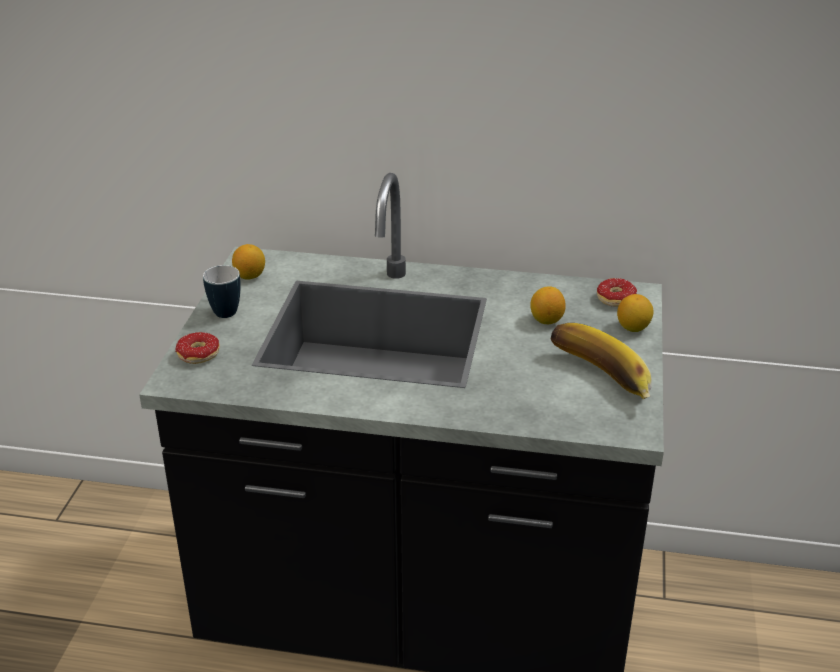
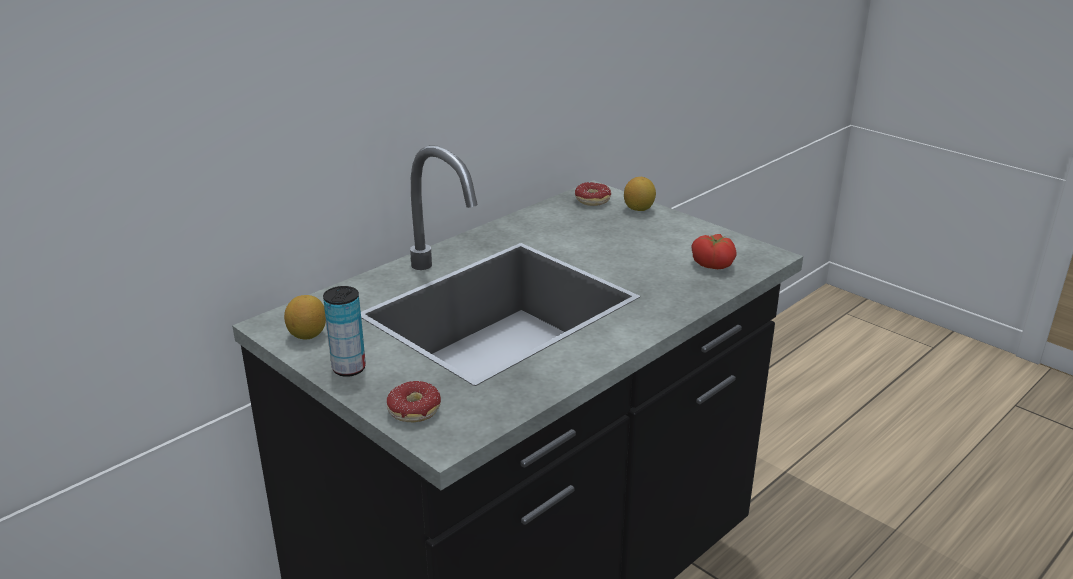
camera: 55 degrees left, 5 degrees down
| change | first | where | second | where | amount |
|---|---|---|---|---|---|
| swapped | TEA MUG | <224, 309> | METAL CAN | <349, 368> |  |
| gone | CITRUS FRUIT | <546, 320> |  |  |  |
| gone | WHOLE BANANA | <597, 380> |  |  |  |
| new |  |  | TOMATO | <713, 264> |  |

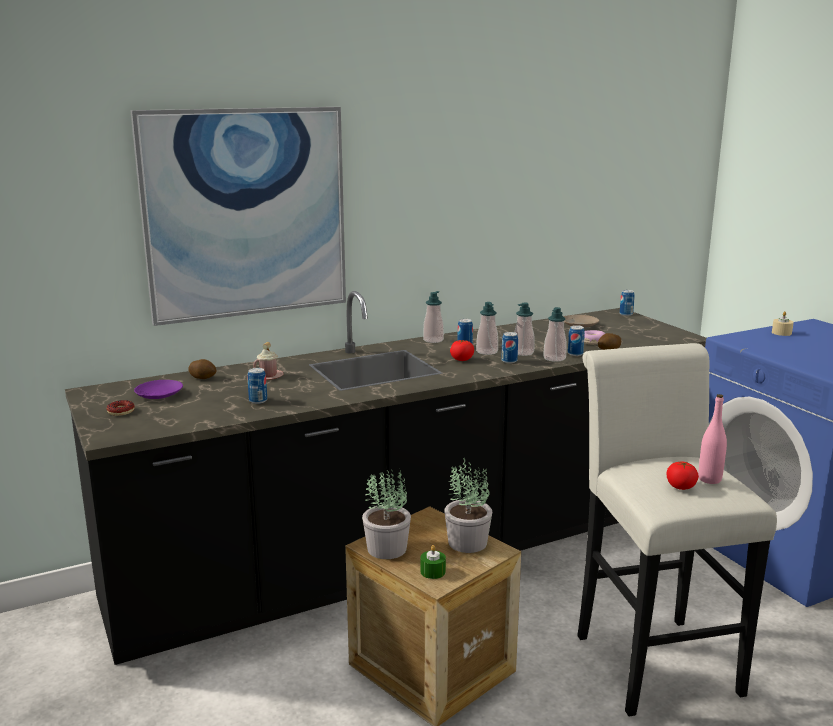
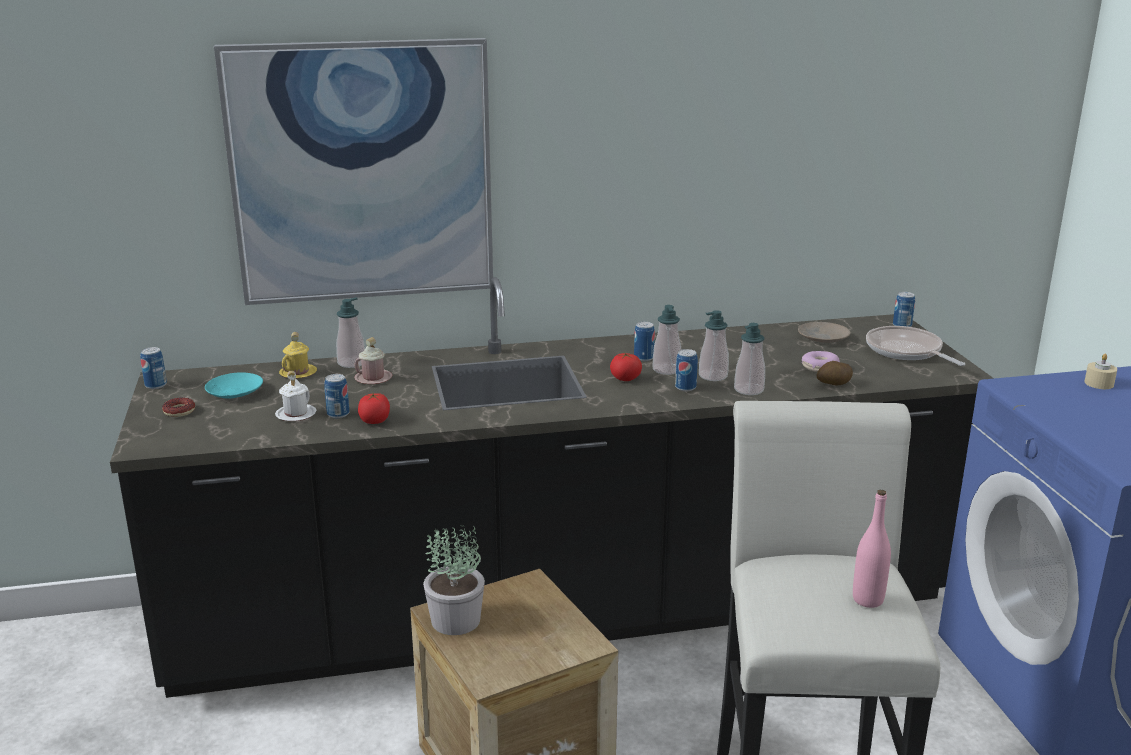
camera: 15 degrees right, 5 degrees up
| change | first | where | second | where | amount |
|---|---|---|---|---|---|
| repainted | PURPLE FLAT DISH | <159, 395> | BLUE-GREEN FLAT DISH | <234, 392> |  |
| swapped | WHOLE POTATO | <203, 378> | YELLOW-COLOURED TEA MUG | <298, 373> |  |
| gone | GREENISH CANDLE | <433, 571> |  |  |  |
| shifted | SOAP BOTTLE | <433, 340> |  | <351, 363> |  |
| gone | PLANT IN A POT | <466, 542> |  |  |  |
| shifted | METAL CAN | <575, 354> |  | <156, 385> |  |
| shifted | TOMATO | <680, 486> |  | <375, 421> |  |
| new |  |  | WHITISH TEA MUG | <296, 414> |  |
| new |  |  | FRYING PAN | <906, 351> |  |

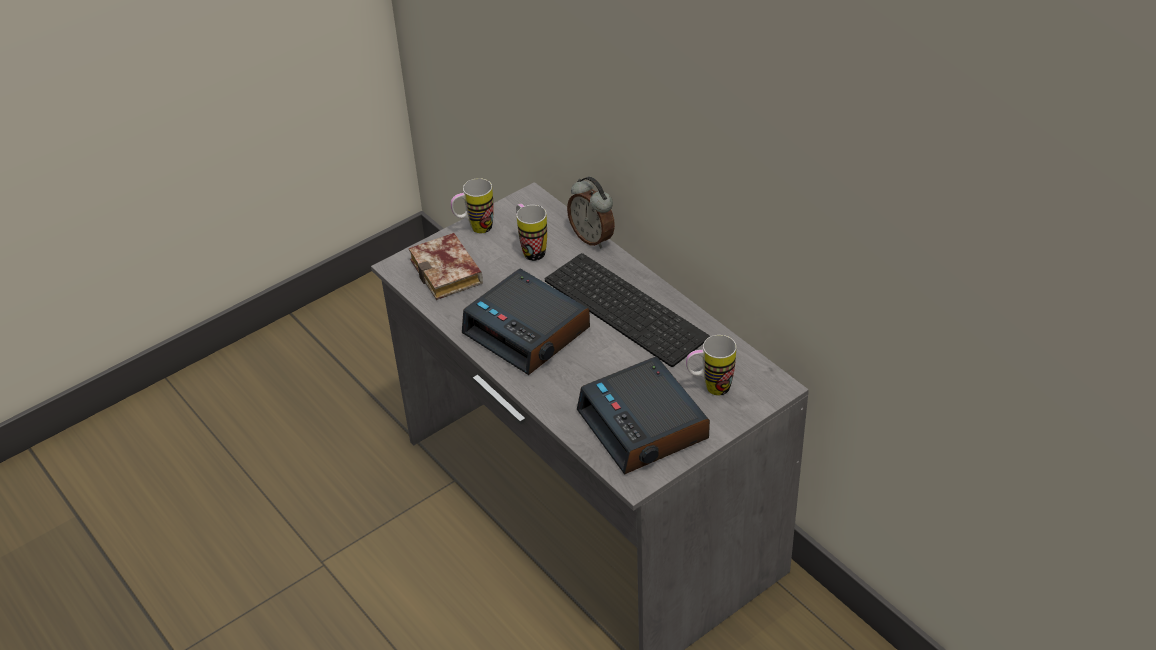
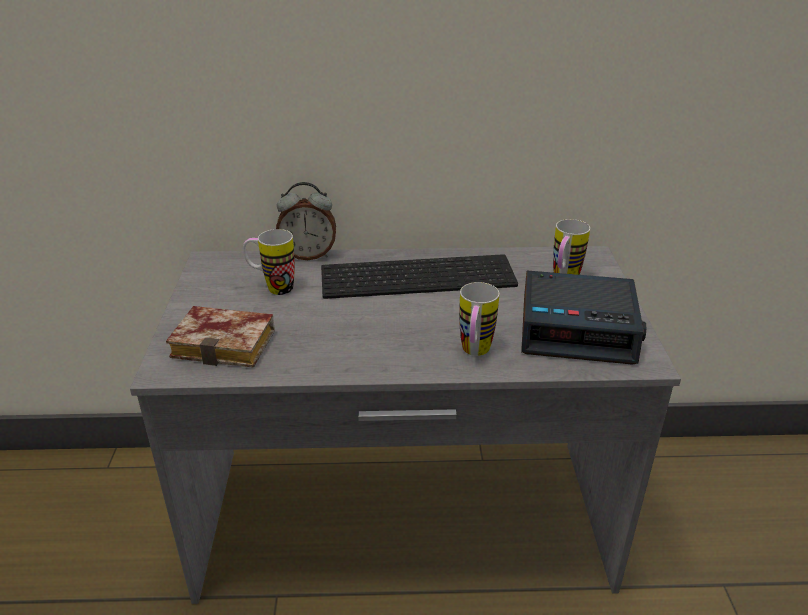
camera: 55 degrees left, 10 degrees down
| change | first | where | second | where | amount |
|---|---|---|---|---|---|
| shifted | TEA MUG | <474, 229> |  | <474, 353> |  |
| gone | ALARM CLOCK | <528, 331> |  |  |  |

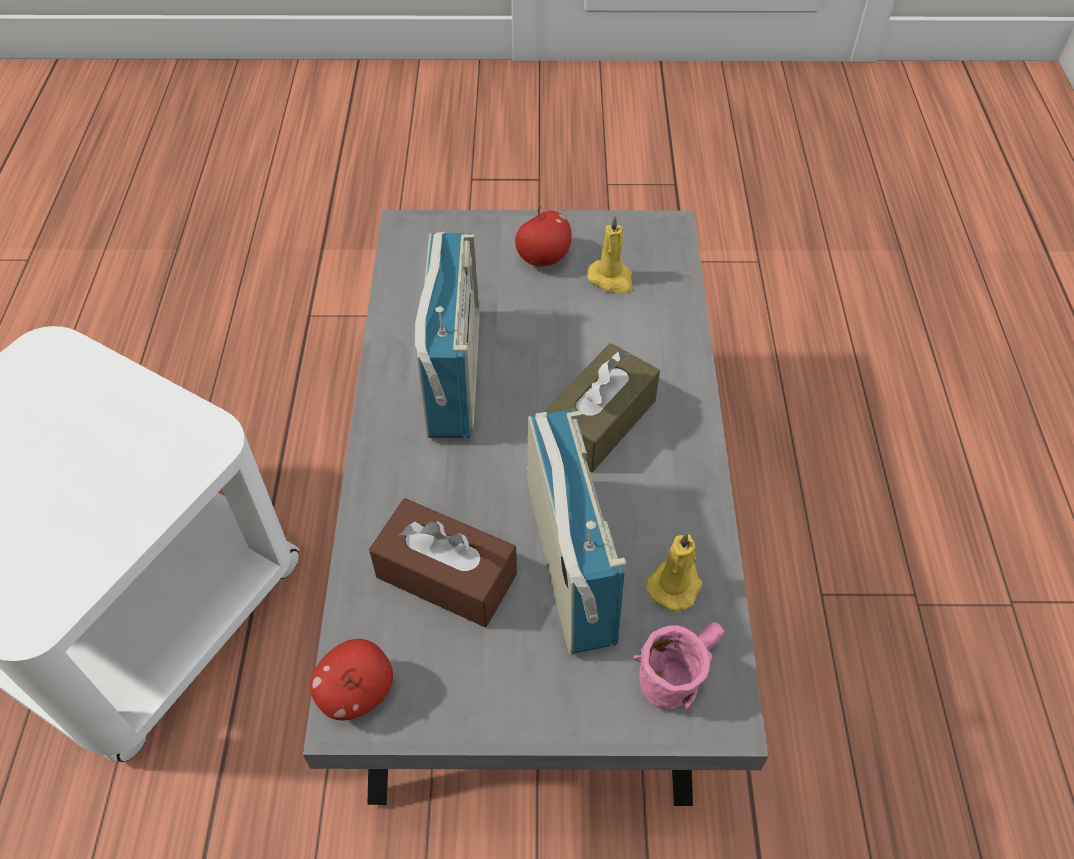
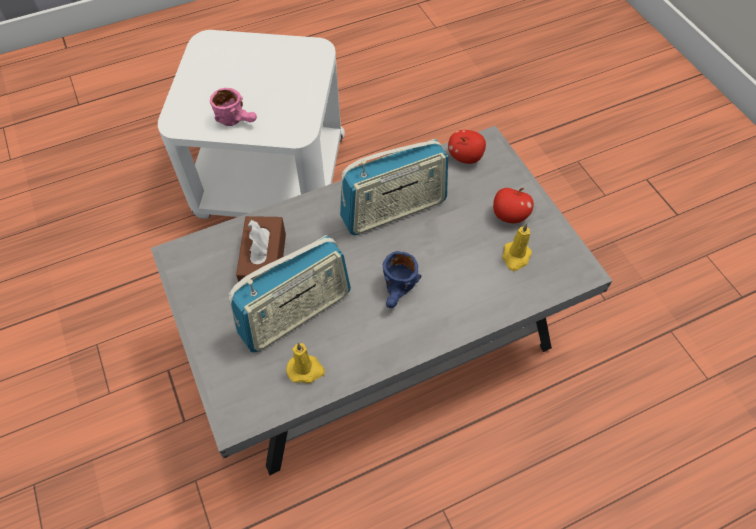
camera: 65 degrees right, 5 degrees up
| change | first | where | second | where | amount |
|---|---|---|---|---|---|
| shifted | APPLE FRUIT | <357, 693> |  | <465, 157> |  |
| swapped | BROWN BOX OF TISSUES | <600, 421> | BLUE-COLOURED TEA MUG | <399, 292> |  |
| shifted | PINK TEA MUG | <678, 670> |  | <238, 120> |  |

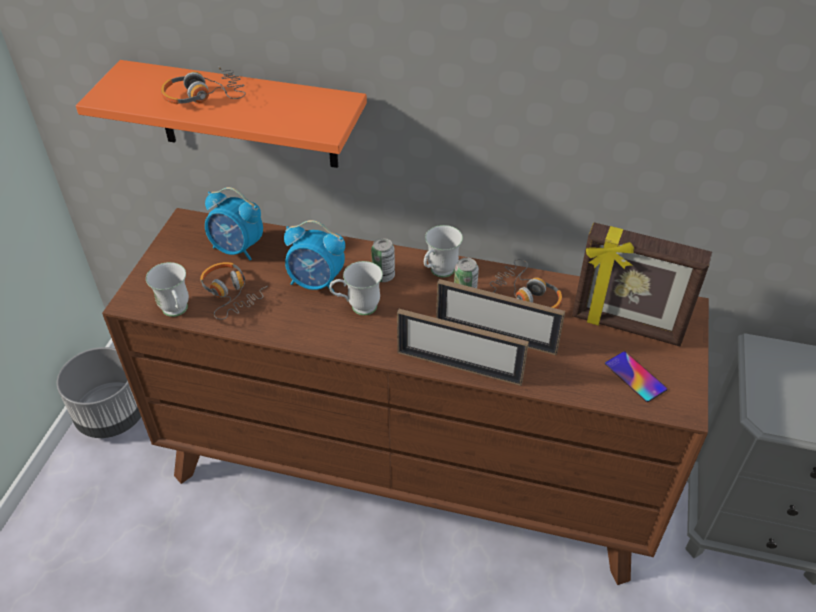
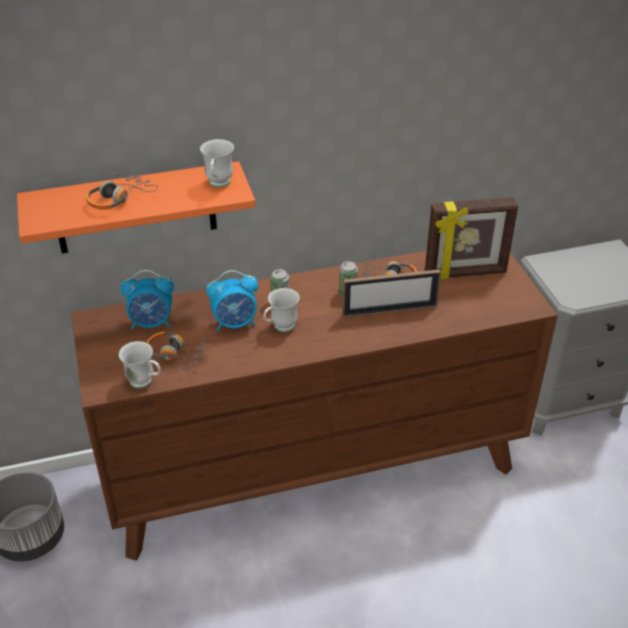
camera: 30 degrees left, 5 degrees down
| change | first | where | second | where | amount |
|---|---|---|---|---|---|
| gone | PHOTO FRAME | <459, 367> |  |  |  |
| shifted | WHITISH TEA MUG | <438, 273> |  | <218, 185> |  |
| gone | PHONE | <635, 377> |  |  |  |

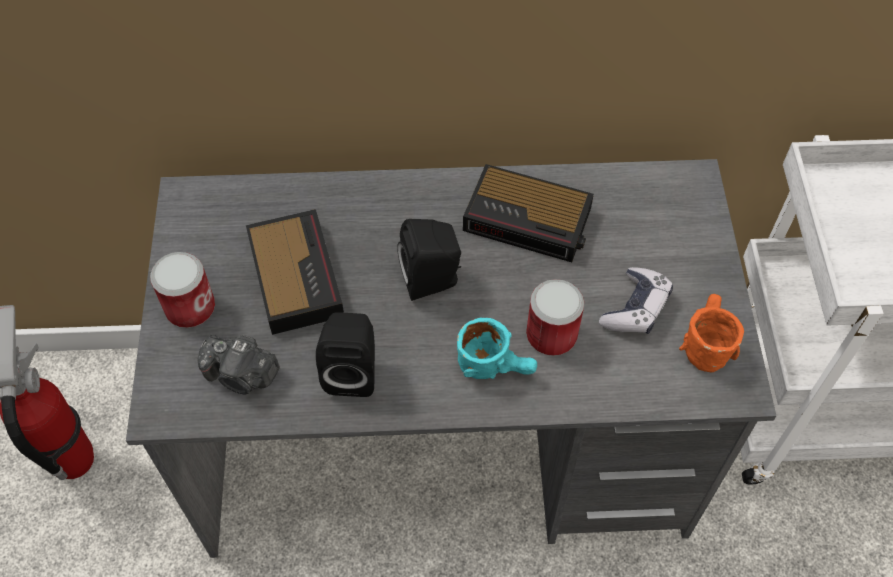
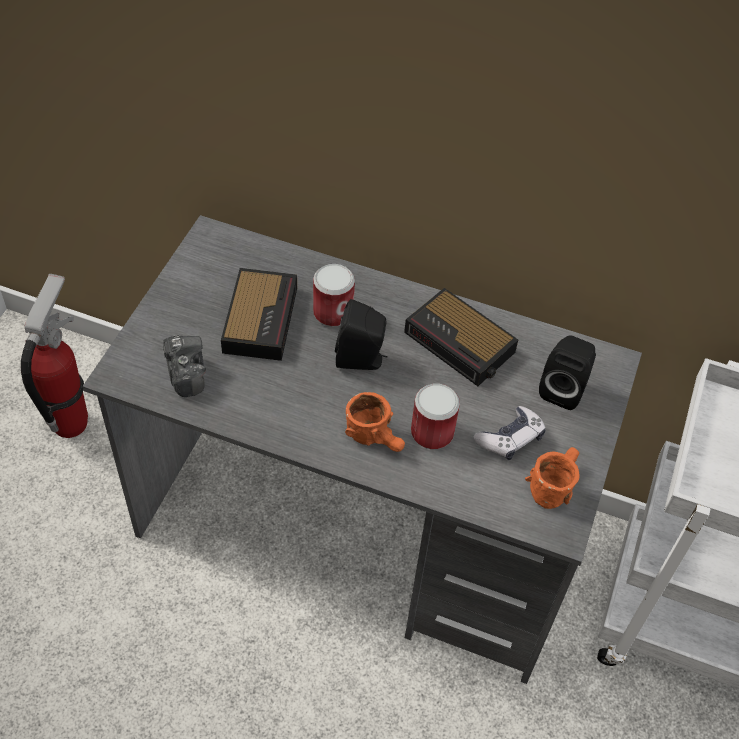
camera: 20 degrees right, 5 degrees down
| change | first | where | second | where | amount |
|---|---|---|---|---|---|
| shifted | METAL CAN | <190, 308> |  | <333, 312> |  |
| rotated | STILL CAMERA | <242, 375> |  | <185, 373> | 150 degrees counterclockwise |
| shifted | BLACK AUDIO SPEAKER | <352, 371> |  | <563, 389> |  |
| repainted | BLUE-GREEN TEA MUG | <496, 365> | ORANGE TEA MUG | <377, 438> |  |

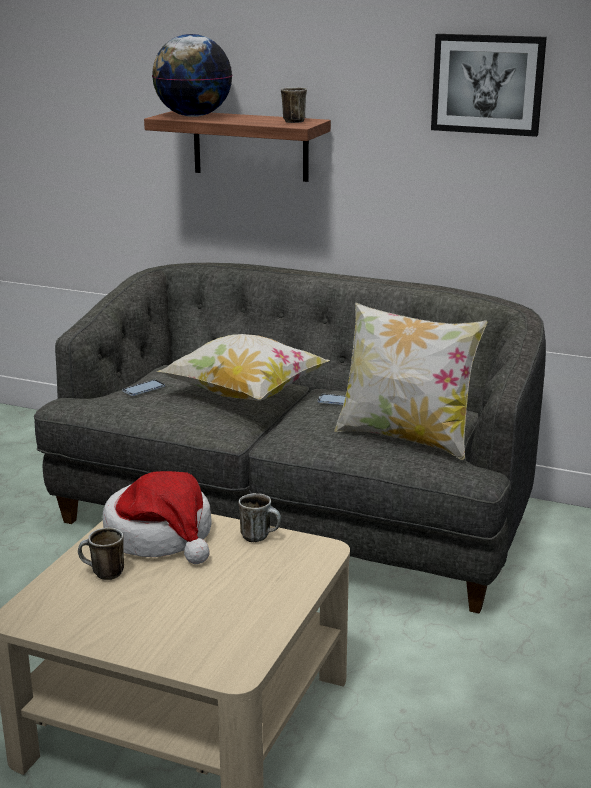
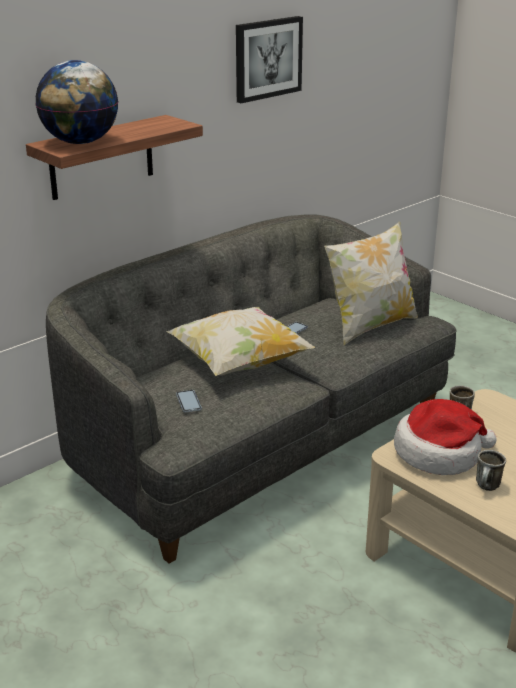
camera: 65 degrees left, 5 degrees up
| change | first | where | second | where | amount |
|---|---|---|---|---|---|
| gone | TEA MUG | <292, 121> |  |  |  |

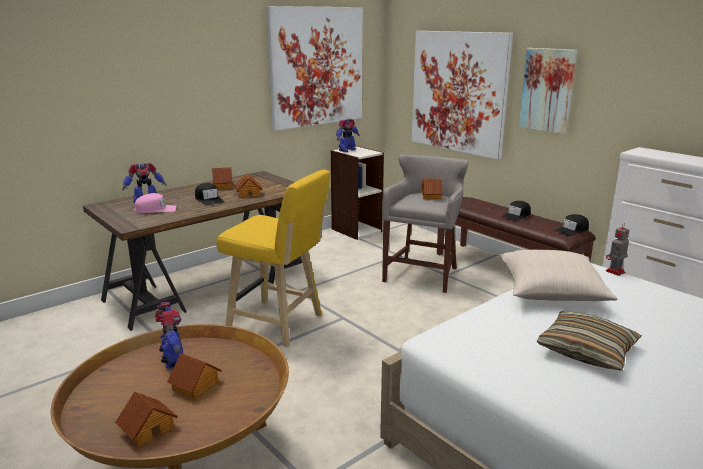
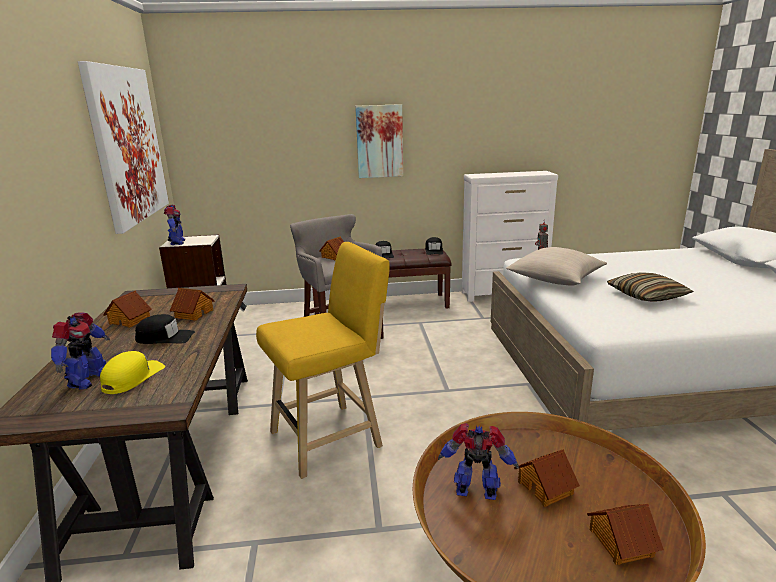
camera: 55 degrees left, 0 degrees up
| change | first | where | second | where | amount |
|---|---|---|---|---|---|
| repainted | PINK CAP | <155, 210> | YELLOW-COLOURED CAP | <133, 377> |  |
| gone | WALL ART | <458, 92> |  |  |  |

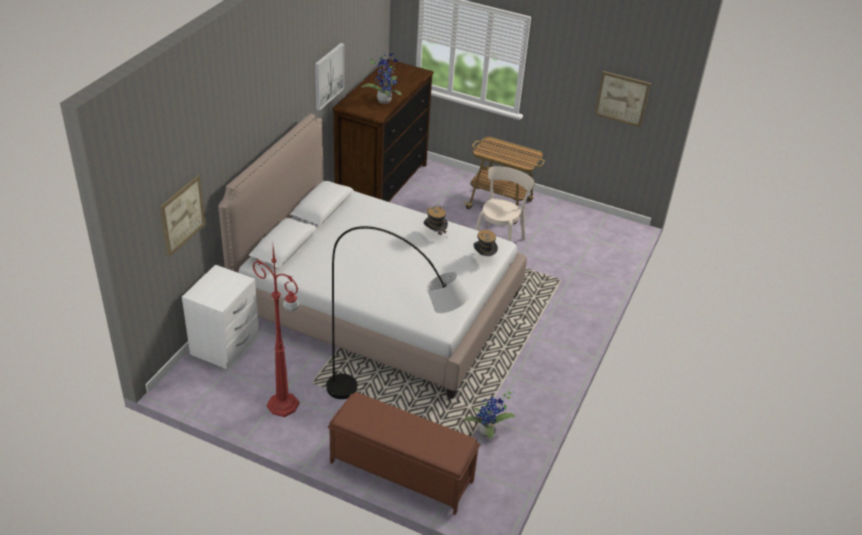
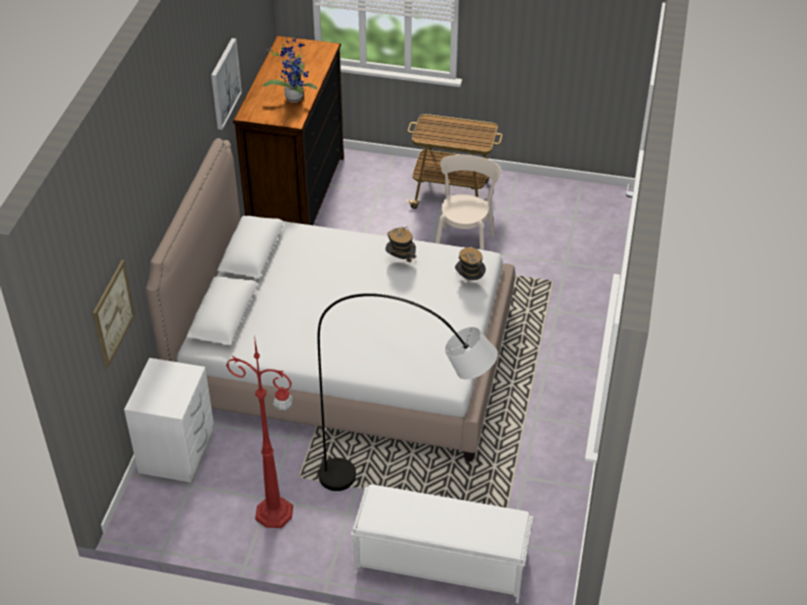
camera: 10 degrees left, 5 degrees up
| change | first | where | second | where | amount |
|---|---|---|---|---|---|
| repainted | BROWN BENCH | <400, 471> | WHITISH BENCH | <440, 564> |  |
| gone | PLANT IN A POT | <488, 433> |  |  |  |
| gone | WALL ART | <622, 99> |  |  |  |

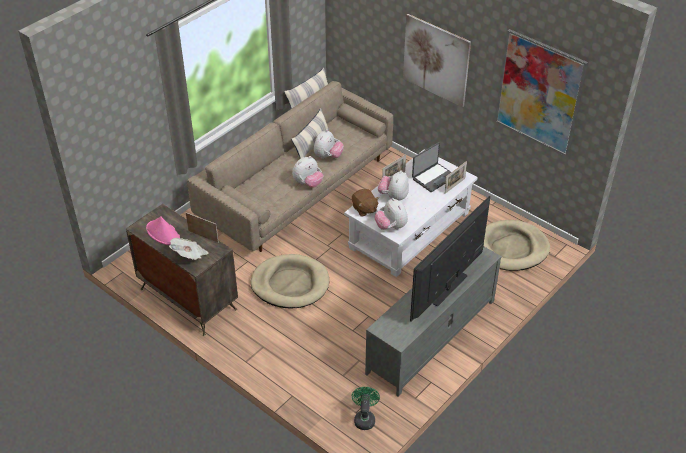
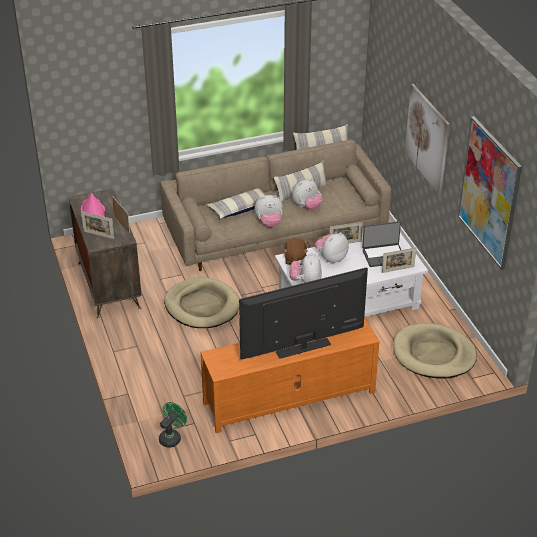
camera: 30 degrees right, 5 degrees down
| change | first | where | second | where | amount |
|---|---|---|---|---|---|
| swapped | PRINTED PAPER | <190, 255> | PHOTO FRAME | <98, 235> |  |
| repainted | GREY TV UNIT | <431, 336> | ORANGE TV UNIT | <288, 398> |  |
| new |  |  | THROW PILLOW | <240, 208> |  |

